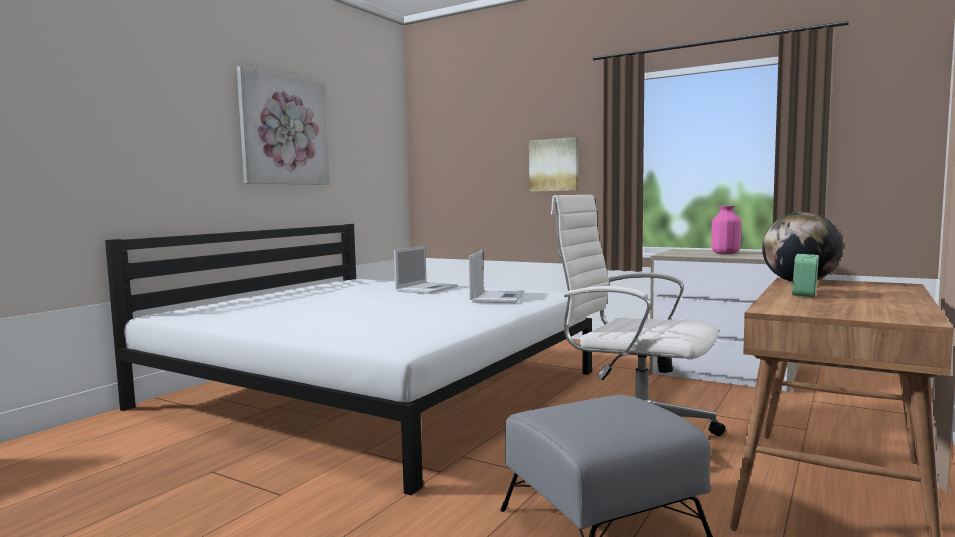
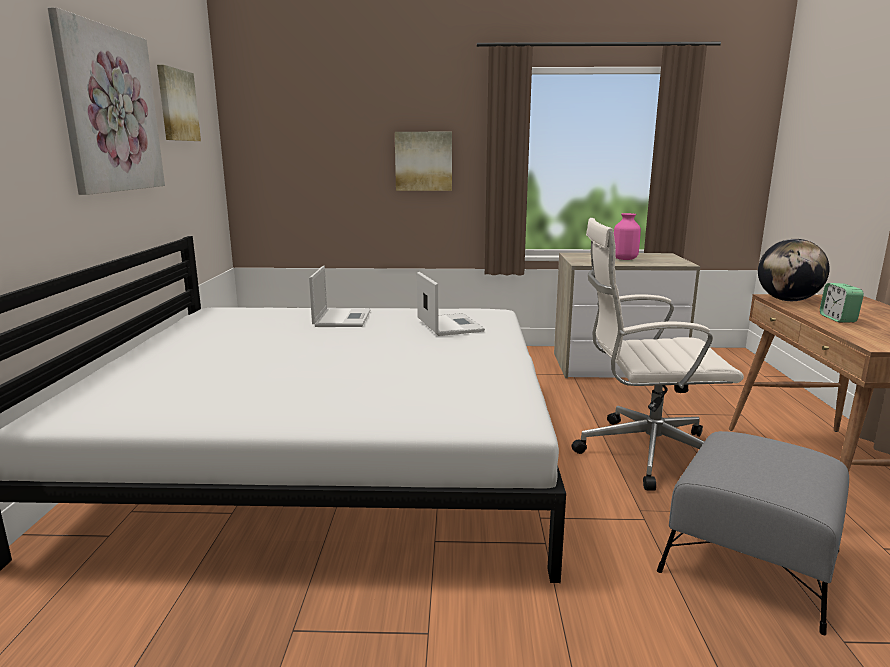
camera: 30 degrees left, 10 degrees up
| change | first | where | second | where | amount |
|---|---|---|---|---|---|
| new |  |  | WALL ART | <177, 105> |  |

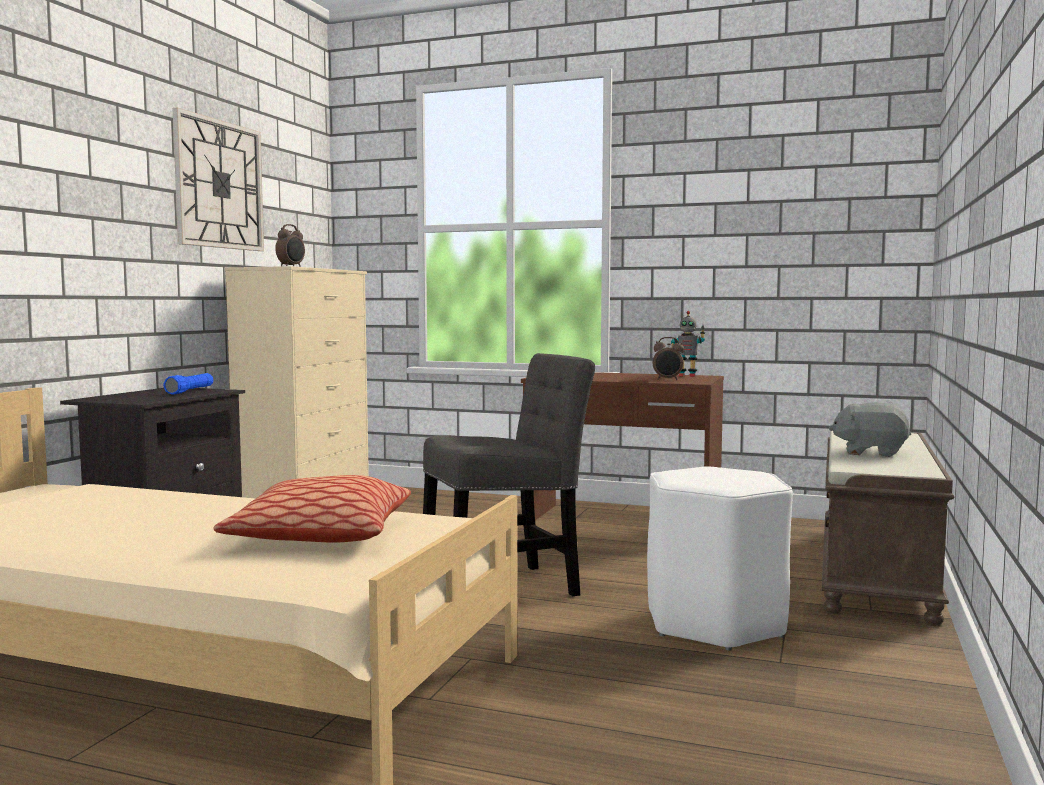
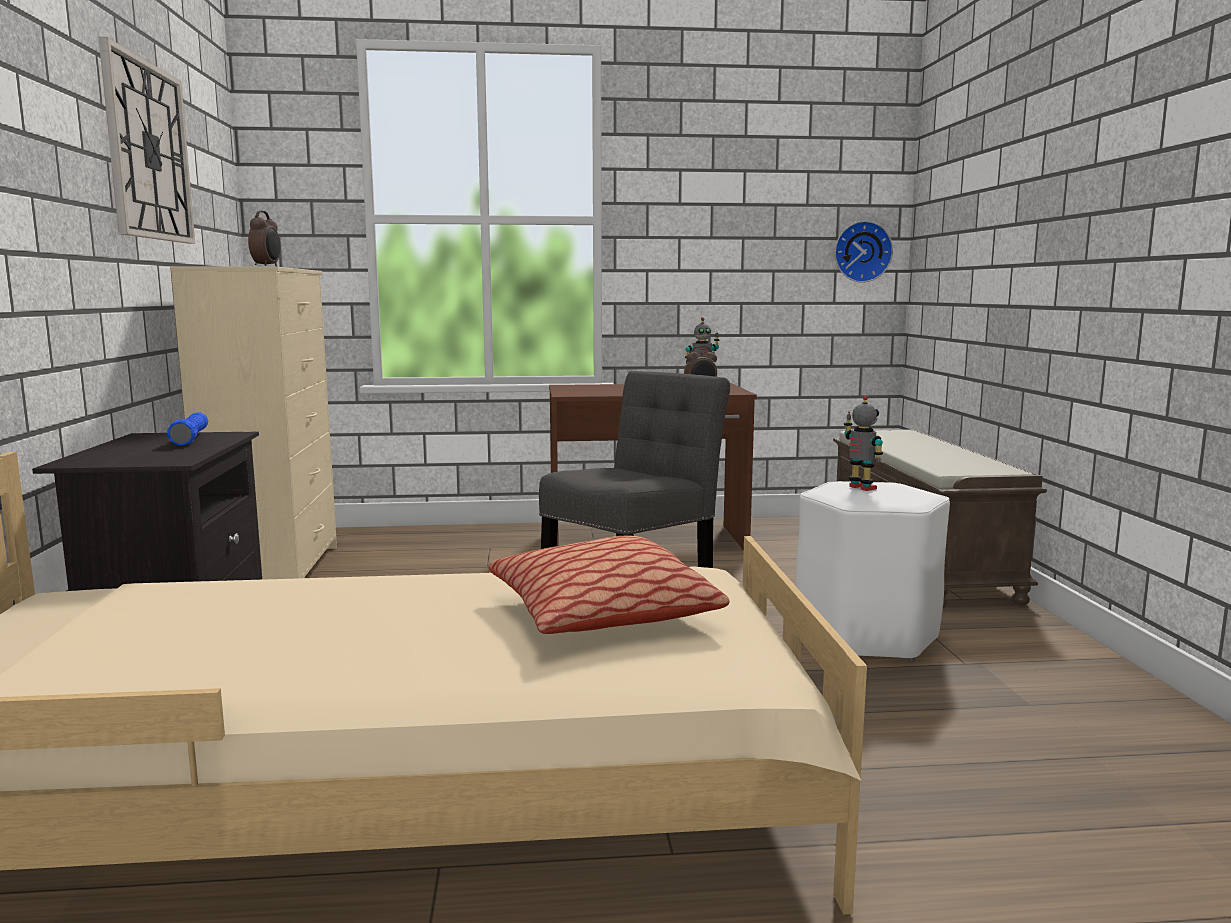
camera: 25 degrees left, 5 degrees up
| change | first | where | second | where | amount |
|---|---|---|---|---|---|
| gone | GREY CUDDLY TOY | <870, 452> |  |  |  |
| new |  |  | HANGING CLOCK | <861, 252> |  |
| new |  |  | ROBOT FIGURE | <861, 488> |  |

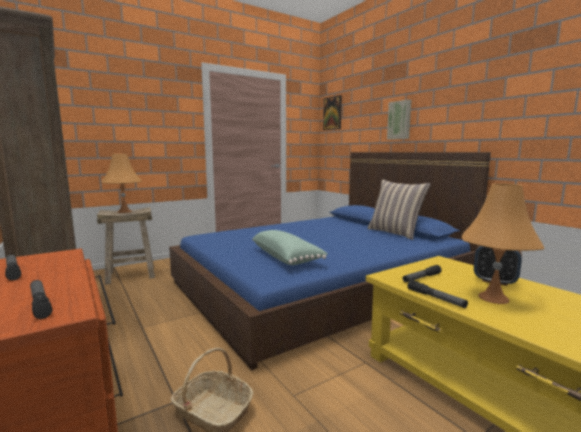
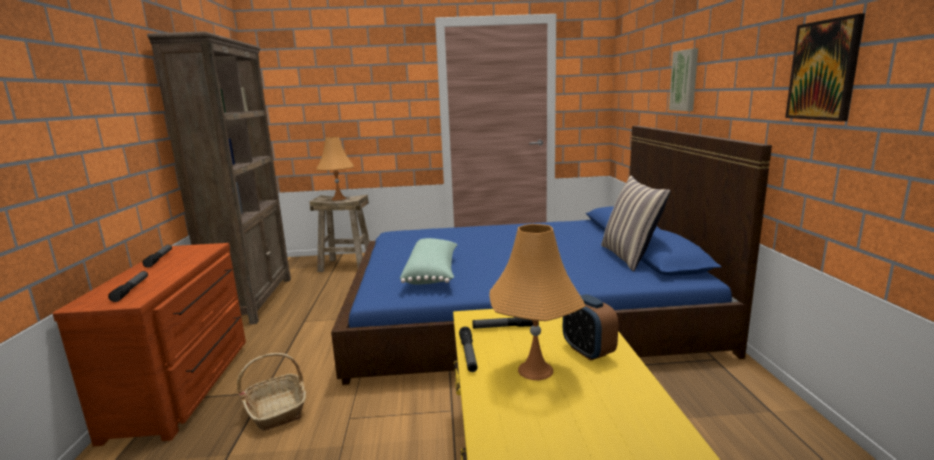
camera: 30 degrees right, 5 degrees up
| change | first | where | second | where | amount |
|---|---|---|---|---|---|
| shifted | WALL ART | <332, 113> |  | <824, 70> |  |

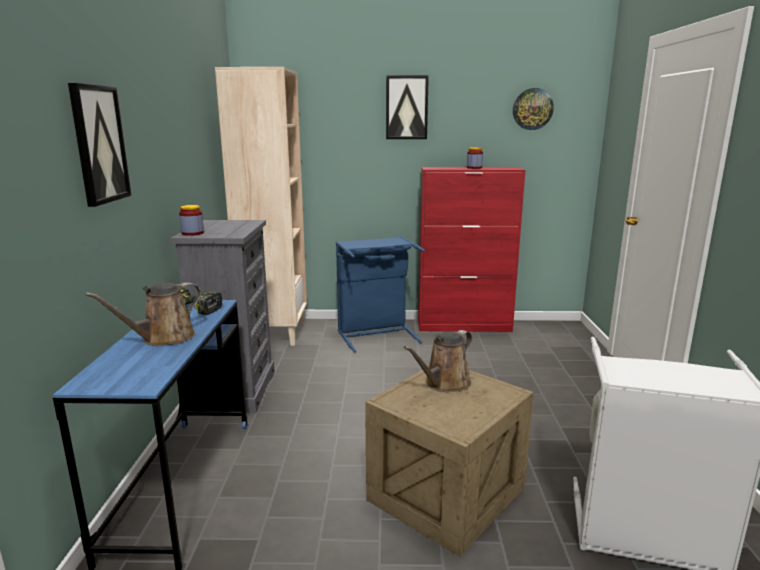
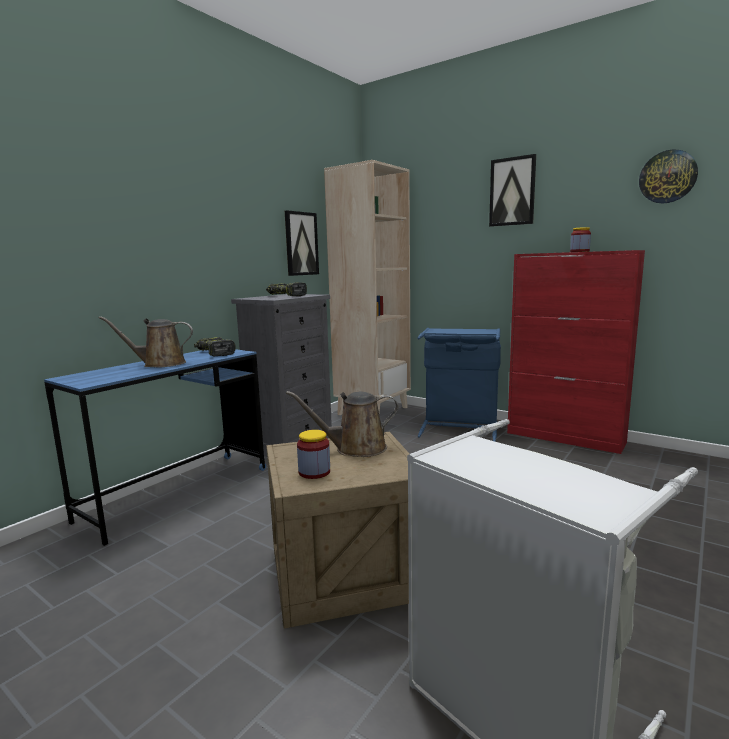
camera: 35 degrees right, 5 degrees down
| change | first | where | second | where | amount |
|---|---|---|---|---|---|
| shifted | WALL ART | <99, 144> |  | <301, 244> |  |
| shifted | PRESERVE JAR | <192, 233> |  | <314, 472> |  |
| new |  |  | DRILL | <285, 296> |  |

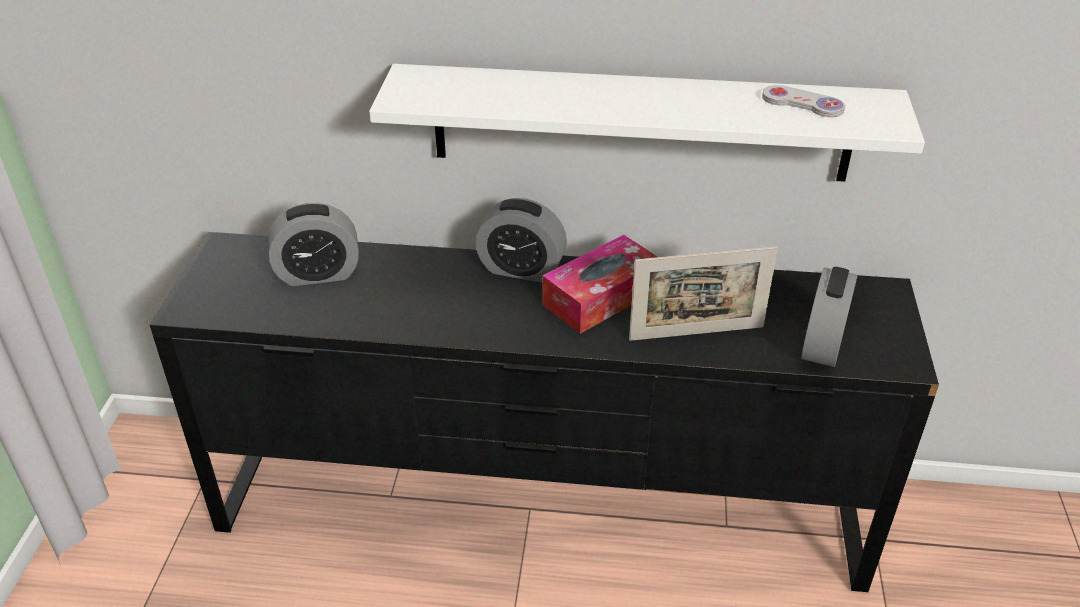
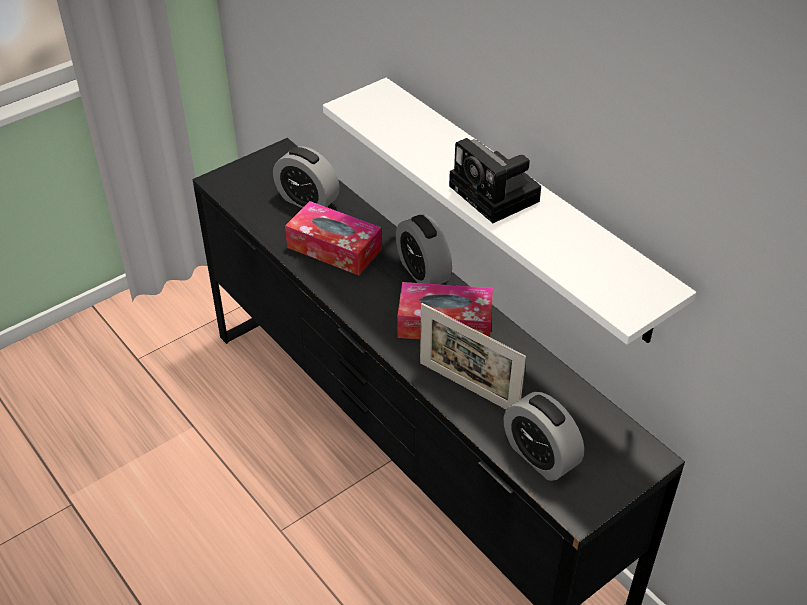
camera: 45 degrees right, 5 degrees up
| change | first | where | second | where | amount |
|---|---|---|---|---|---|
| gone | WHITISH GAME CONTROLLER | <802, 103> |  |  |  |
| rotated | ALARM CLOCK | <822, 344> |  | <540, 456> | 105 degrees counterclockwise |
| new |  |  | BOX OF TISSUES | <334, 248> |  |
| new |  |  | STILL CAMERA | <497, 195> |  |

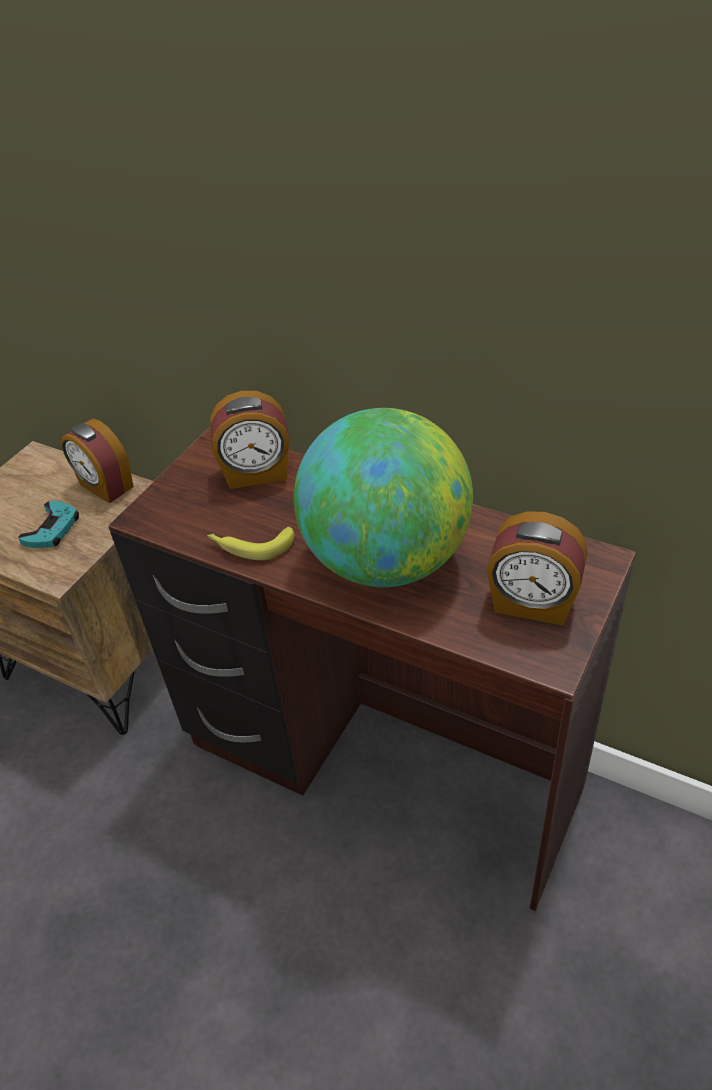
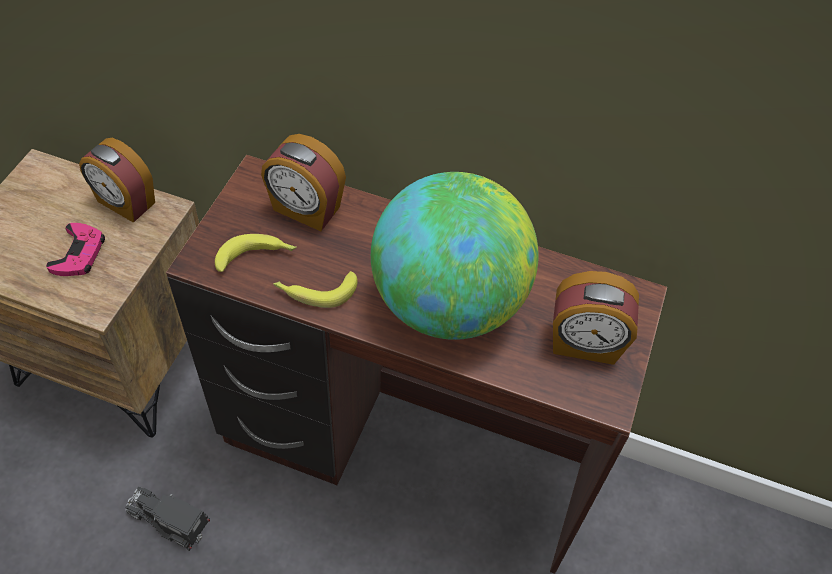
camera: 15 degrees left, 10 degrees up
| change | first | where | second | where | amount |
|---|---|---|---|---|---|
| repainted | BLUE-GREEN GAME CONTROLLER | <52, 529> | PINK GAME CONTROLLER | <79, 254> |  |
| rotated | ALARM CLOCK | <256, 473> |  | <305, 209> | 45 degrees clockwise |
| new |  |  | MODEL TRUCK | <172, 522> |  |
| new |  |  | WHOLE BANANA | <256, 257> |  |

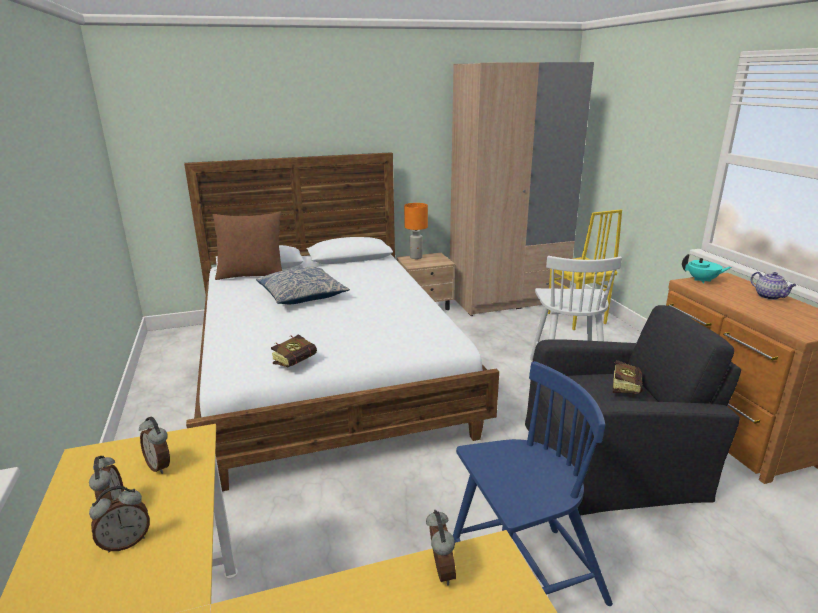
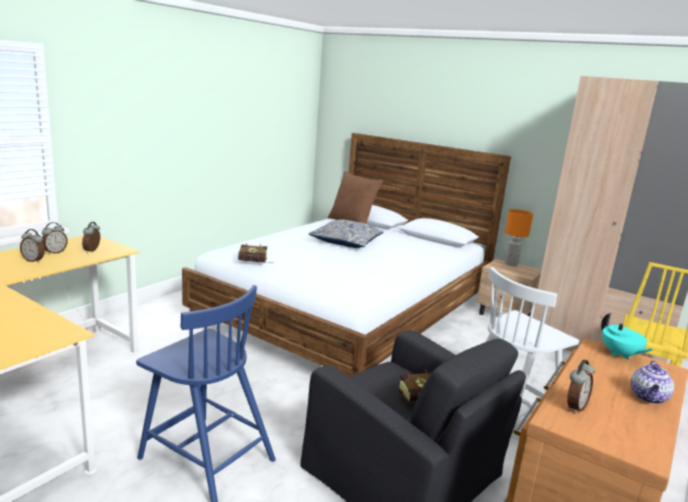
camera: 50 degrees right, 5 degrees down
| change | first | where | second | where | amount |
|---|---|---|---|---|---|
| shifted | ALARM CLOCK | <440, 571> |  | <574, 407> |  |

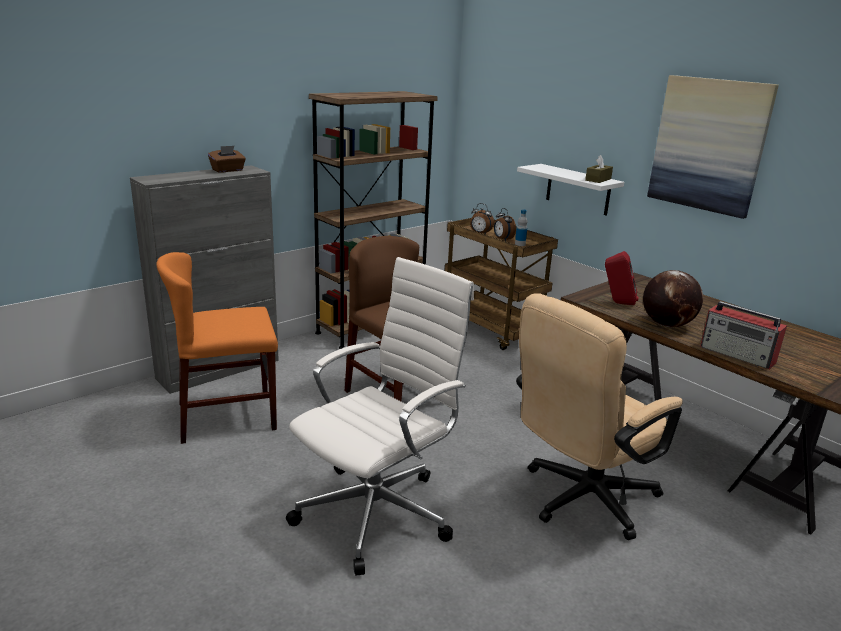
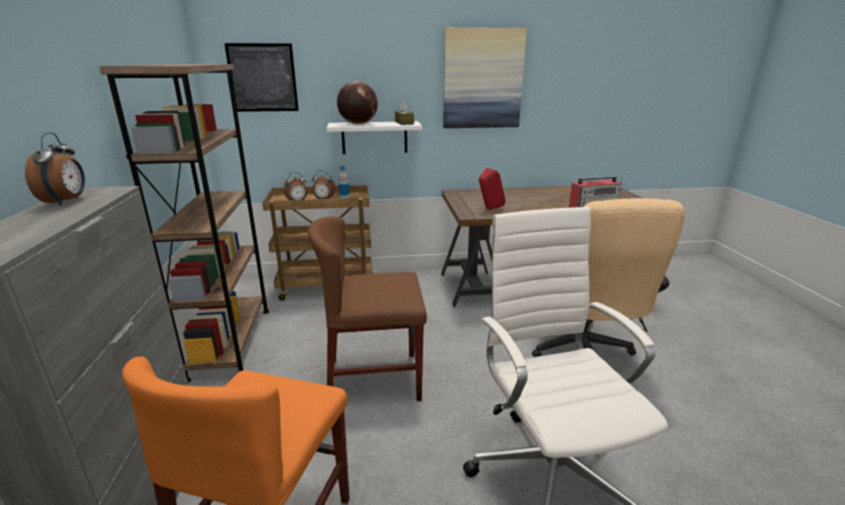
camera: 55 degrees left, 0 degrees up
| change | first | where | second | where | amount |
|---|---|---|---|---|---|
| swapped | BROWN BOX OF TISSUES | <228, 170> | ALARM CLOCK | <67, 201> |  |
| shifted | DESK GLOBE | <666, 324> |  | <358, 124> |  |
| new |  |  | WALL ART | <263, 78> |  |

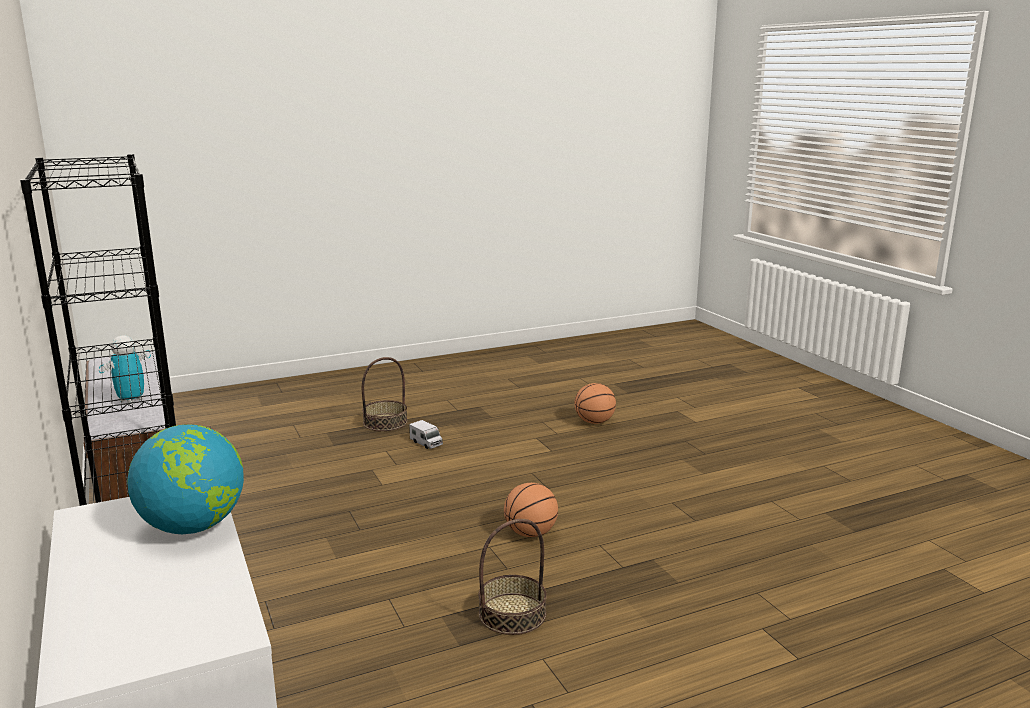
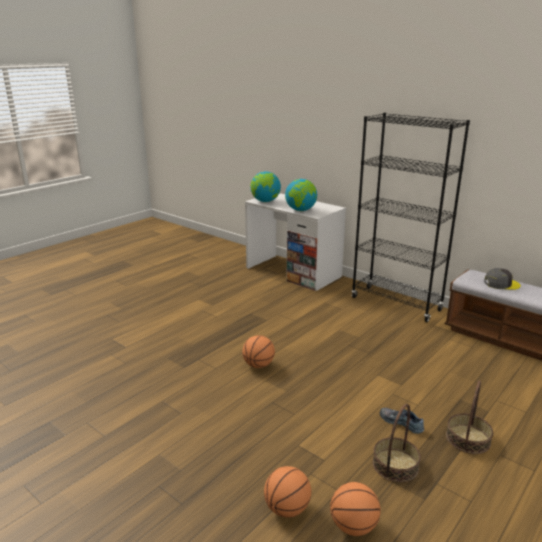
camera: 155 degrees right, 5 degrees up
| change | first | where | second | where | amount |
|---|---|---|---|---|---|
| swapped | ROBOT FIGURE | <131, 400> | GREY CAP | <501, 284> |  |
| swapped | MODEL TRUCK | <426, 443> | LOW SHOE | <401, 422> |  |
| shifted | BASKET | <512, 613> |  | <395, 465> |  |
| new |  |  | DESK GLOBE | <265, 201> |  |
| new |  |  | BASKETBALL BALL | <353, 526> |  |

